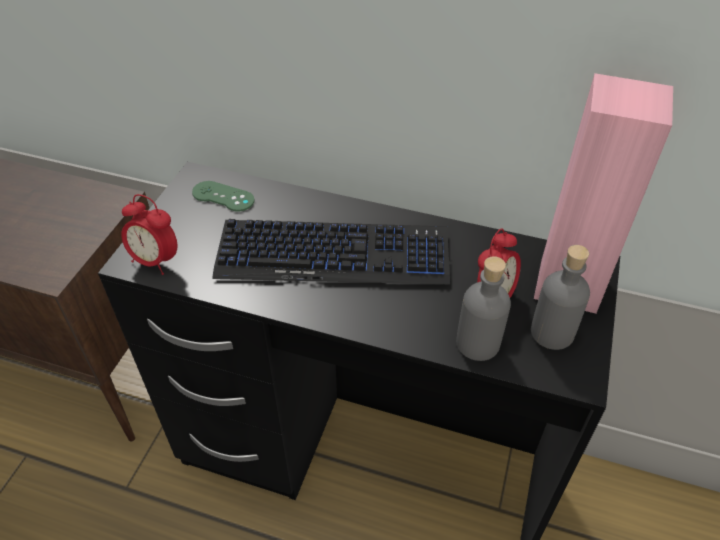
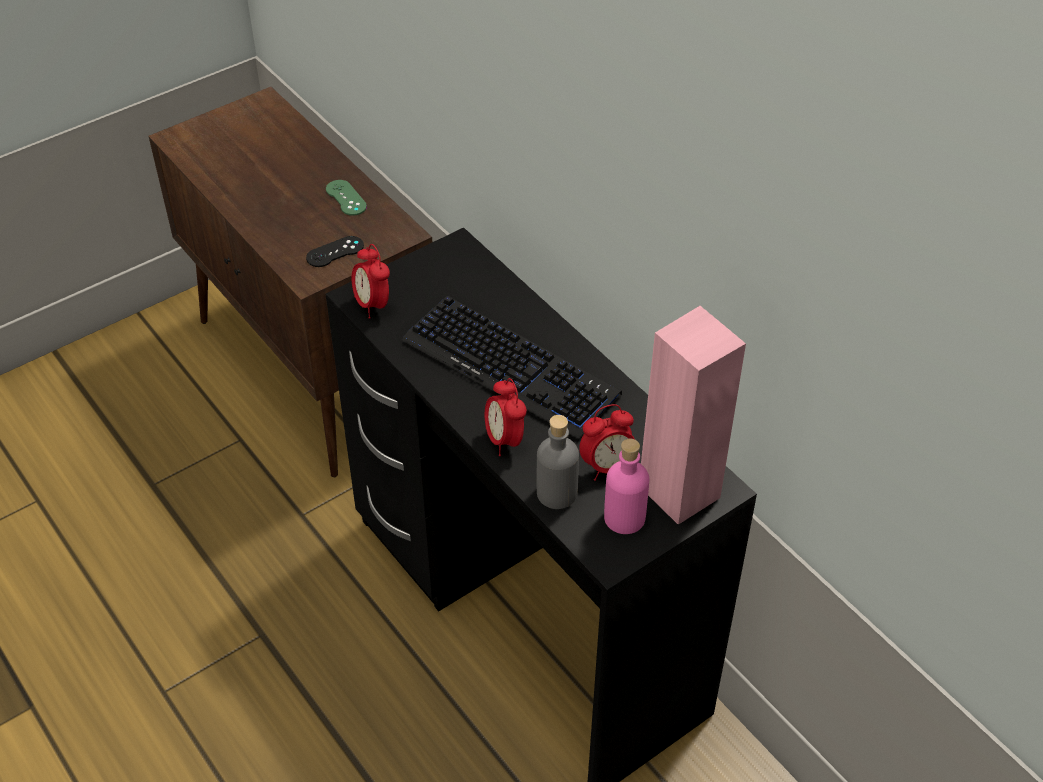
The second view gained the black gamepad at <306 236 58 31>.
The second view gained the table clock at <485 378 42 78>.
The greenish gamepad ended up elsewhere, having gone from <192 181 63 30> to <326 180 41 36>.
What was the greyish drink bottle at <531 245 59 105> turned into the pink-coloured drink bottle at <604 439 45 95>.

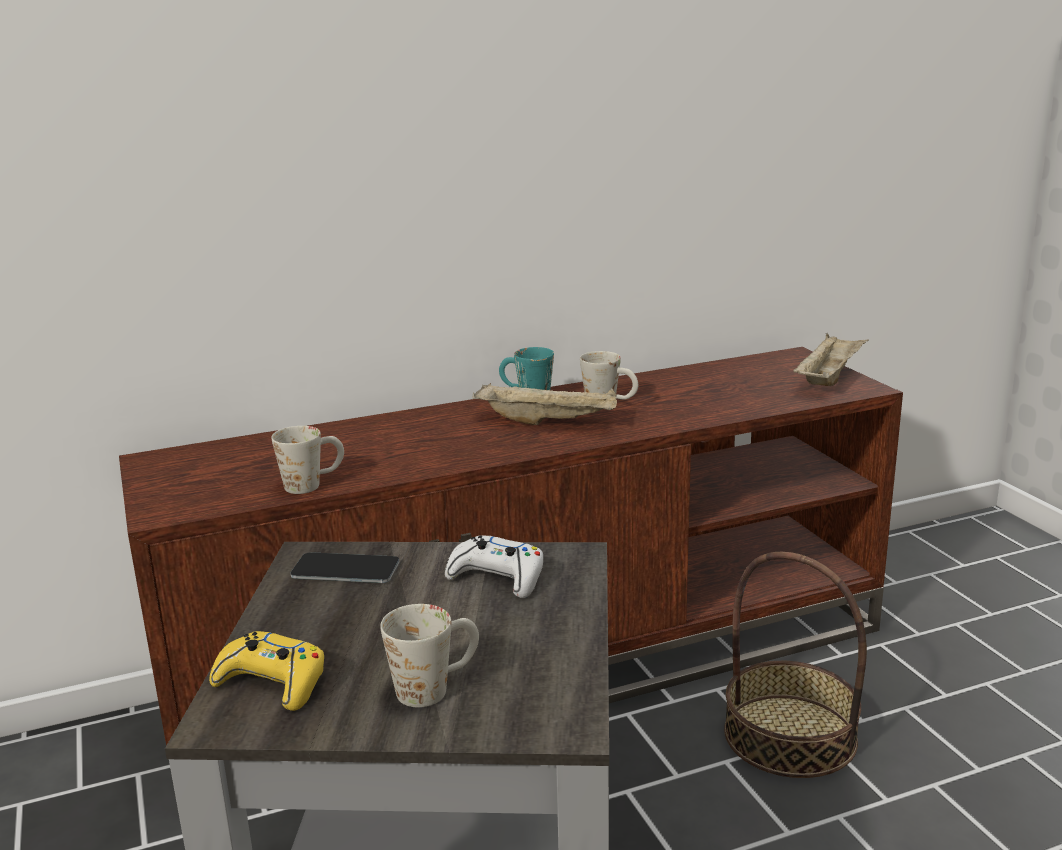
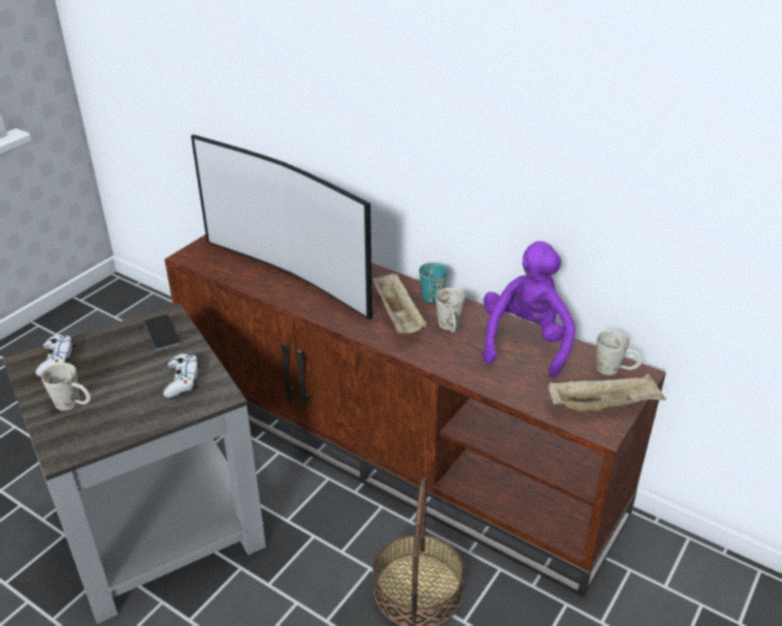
The second view gained the TV at <191 134 181 186>.
The second view gained the purplish plush toy at <483 241 92 137>.
The whitish tea mug ended up elsewhere, having gone from <271 426 73 68> to <596 330 46 45>.
What was the yellow gamepad at <209 631 115 80> turned into the whitish gamepad at <36 335 39 42>.

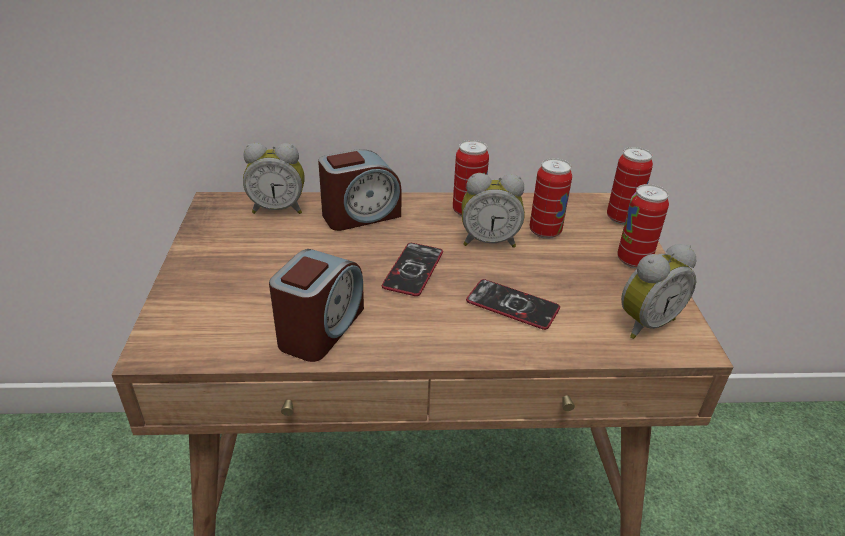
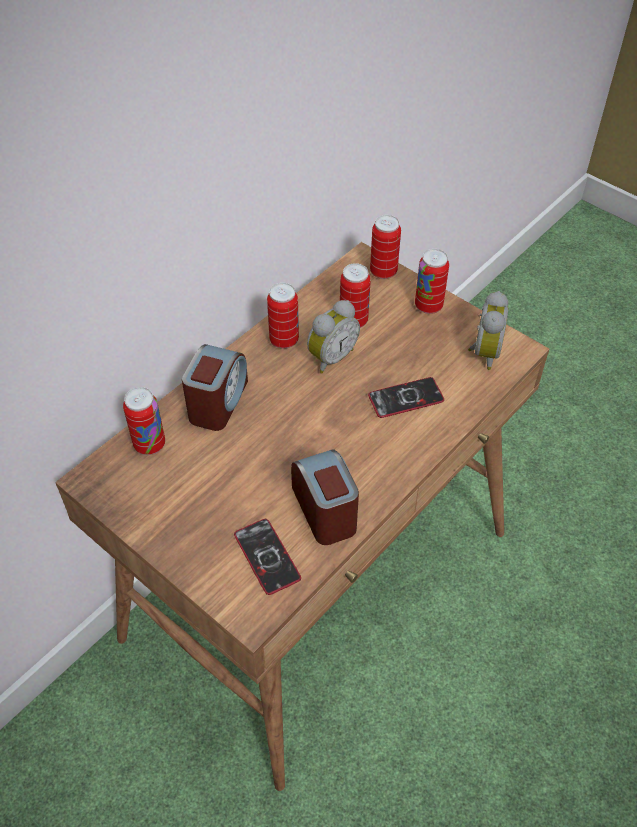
The handset ended up elsewhere, having gone from <382 243 61 53> to <234 519 67 76>.
Where the table clock stood at <243 143 62 71>, the can came to stand at <123 387 42 68>.

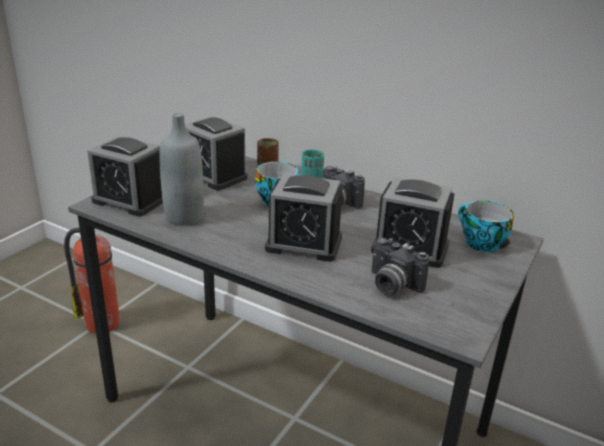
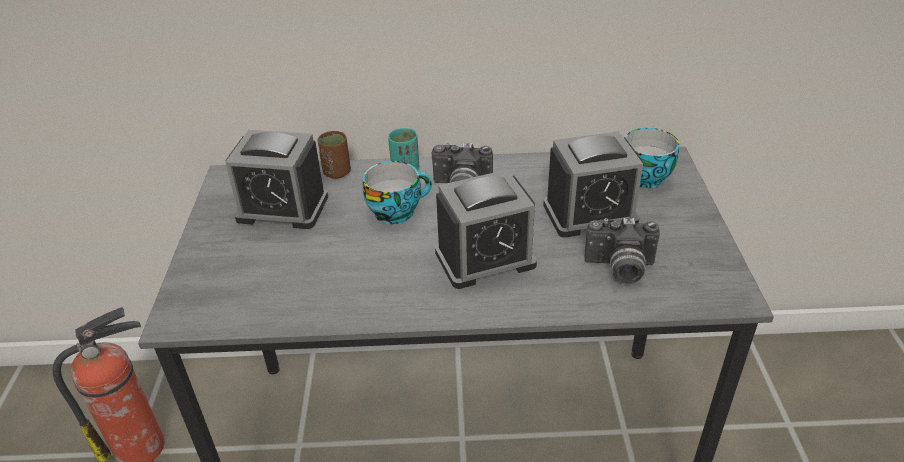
The second view lost the table clock at <87 136 76 80>.
The second view lost the greyish drink bottle at <159 113 45 113>.

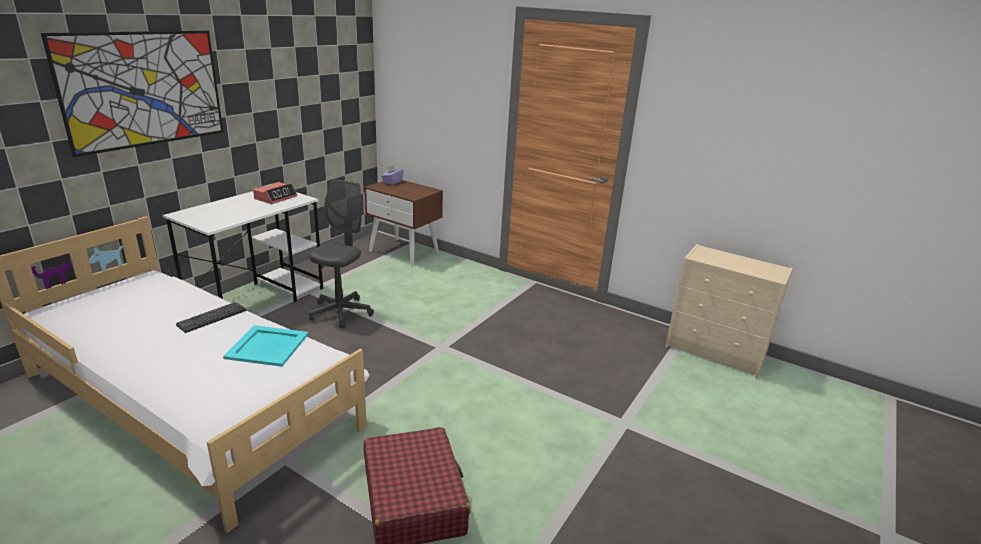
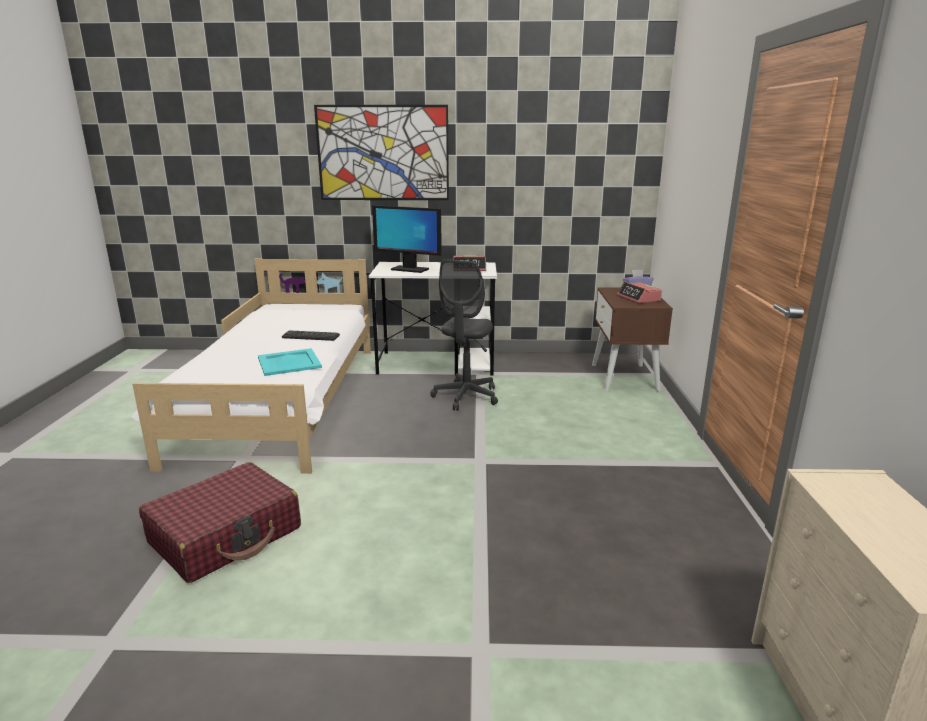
The second view gained the monitor at <372 205 70 68>.
The second view gained the table clock at <617 282 45 21>.
The greyish desk chair at <309 179 65 150> ended up facing another way, 120 degrees clockwise from before.

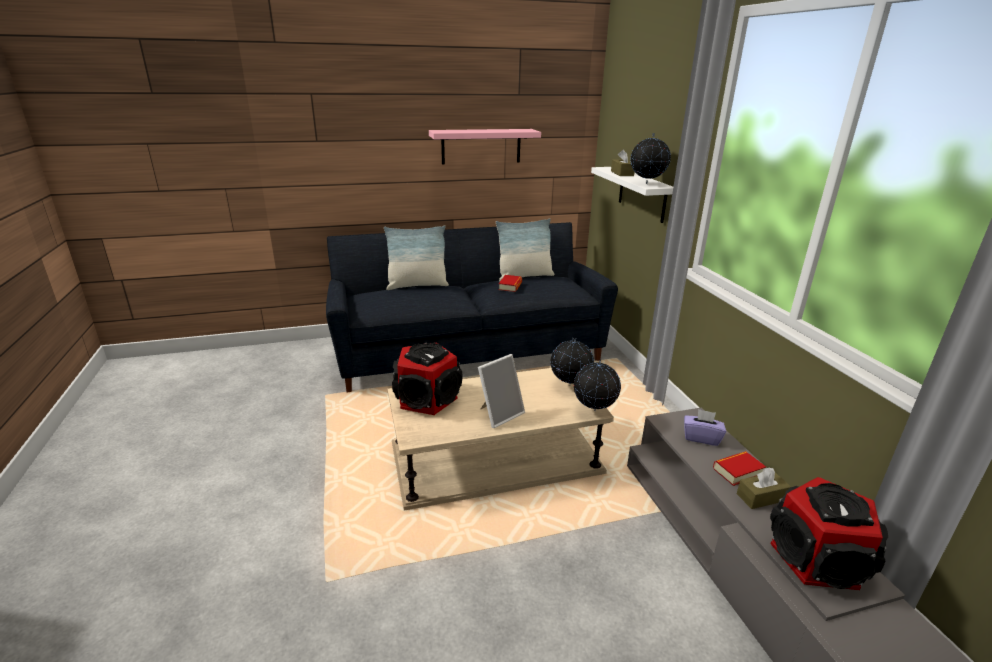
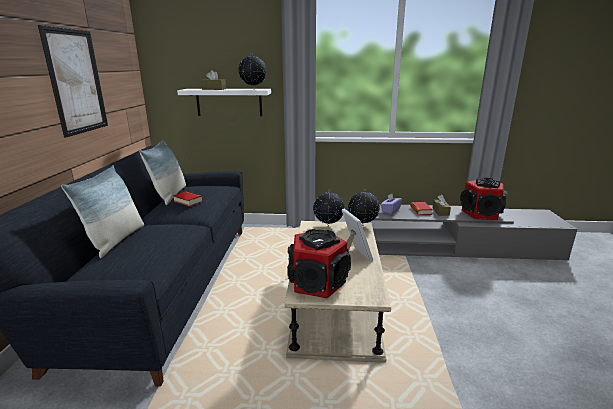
Where the pink-coloured bracket shelf hung at <429 129 112 36>, the wall art came to hang at <38 25 70 112>.

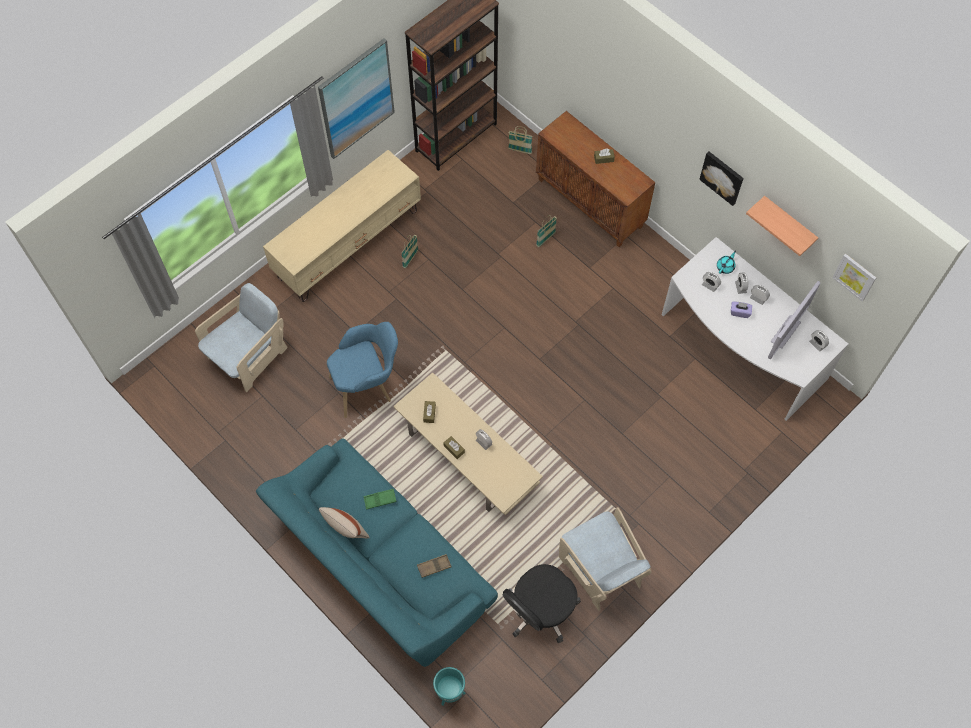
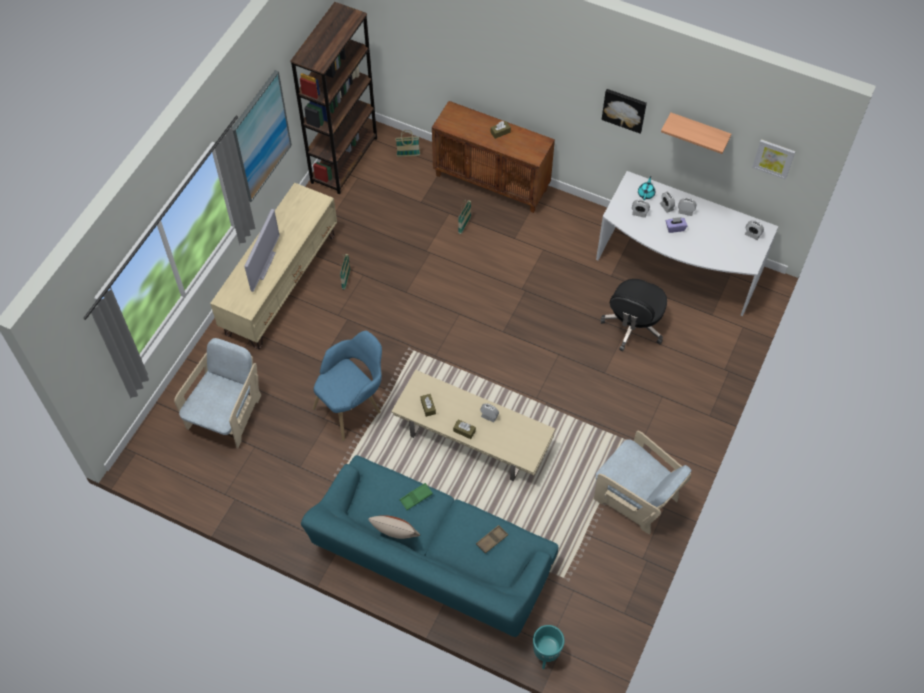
The black desk chair ended up elsewhere, having gone from <502 564 79 79> to <600 279 67 72>.
The TV ended up elsewhere, having gone from <768 281 53 78> to <244 209 36 83>.

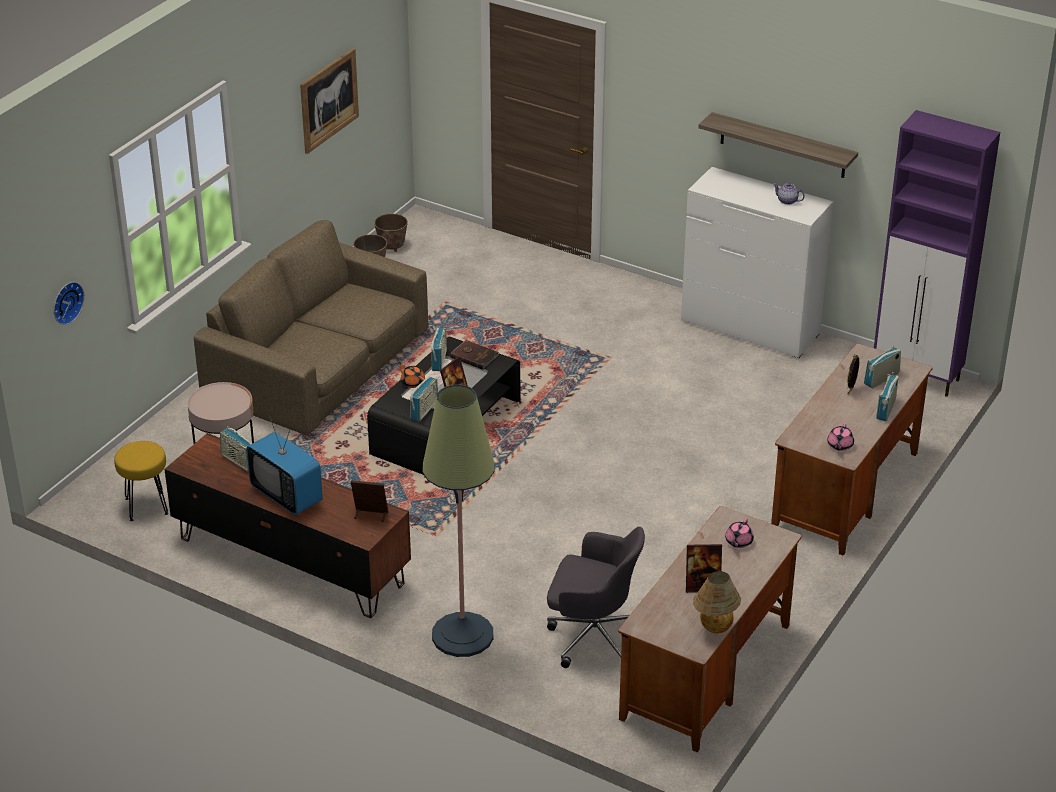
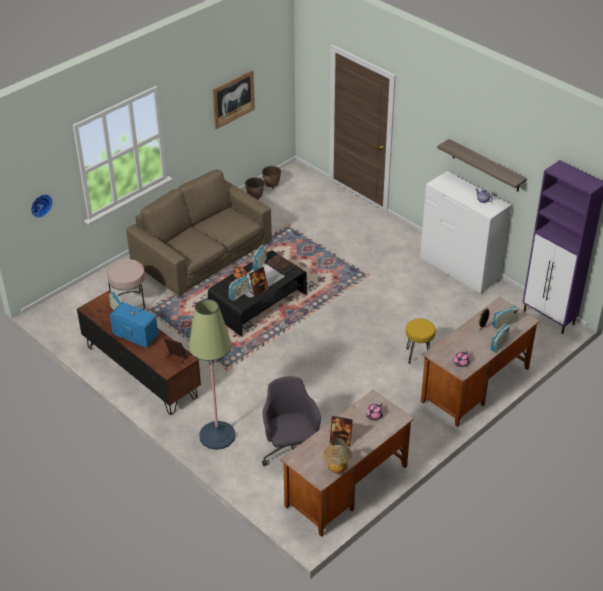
The yellow sitting stool ended up elsewhere, having gone from <114 441 54 80> to <406 319 30 45>.
The TV at <247 415 76 100> ended up facing another way, 150 degrees clockwise from before.
The greyish desk chair at <547 527 98 141> ended up facing another way, 135 degrees counterclockwise from before.

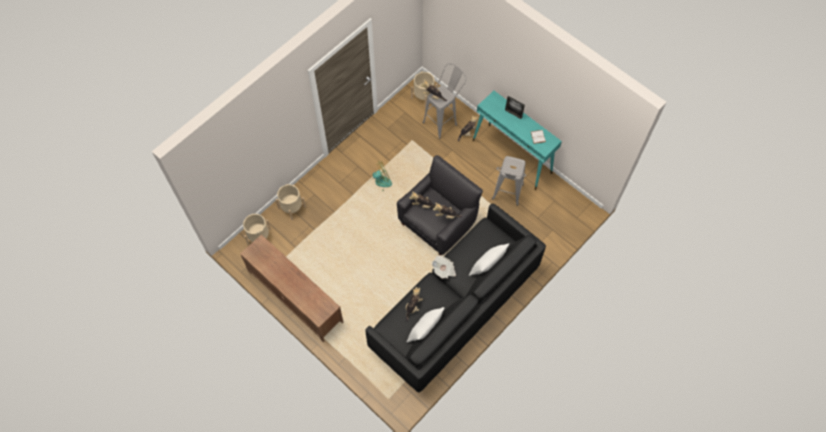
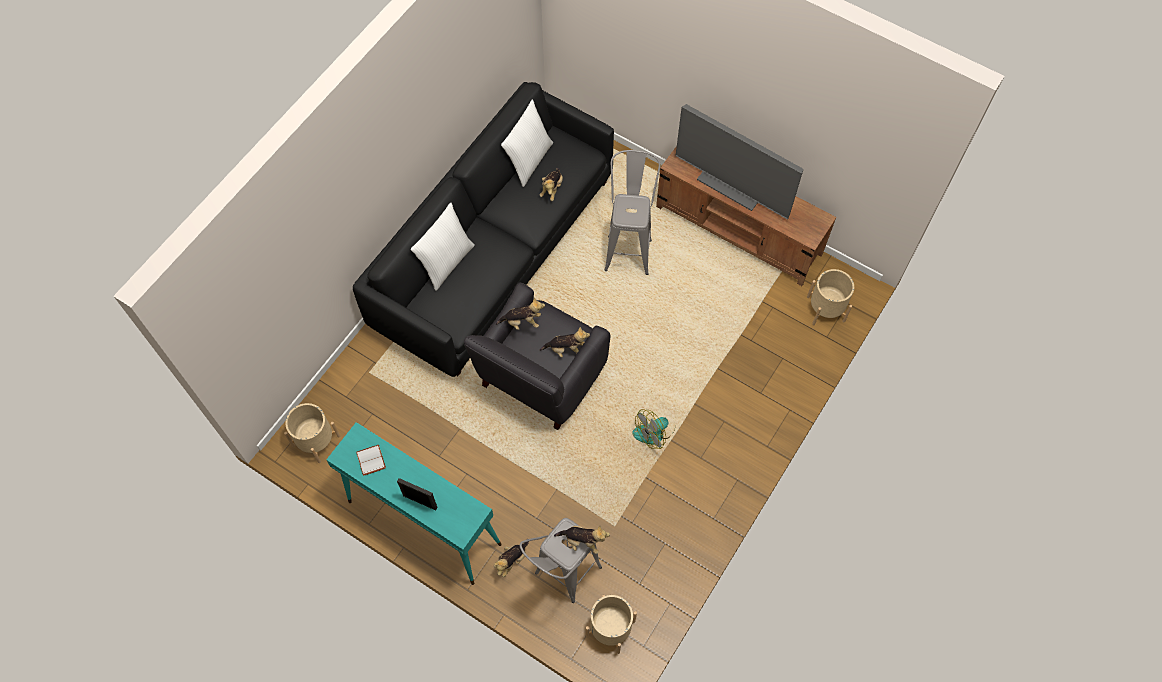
The second view lost the daily paper at <432 255 24 24>.
The second view gained the TV at <676 104 128 116>.
The beige-coloured plant pot ended up elsewhere, having gone from <276 184 30 36> to <284 403 56 60>.
The greyish sitting stool ended up elsewhere, having gone from <492 156 34 50> to <605 150 56 125>.

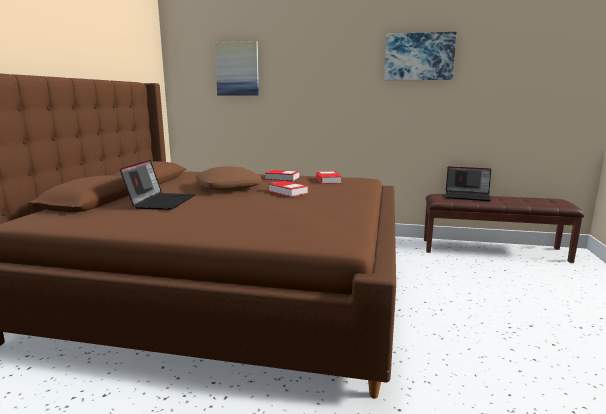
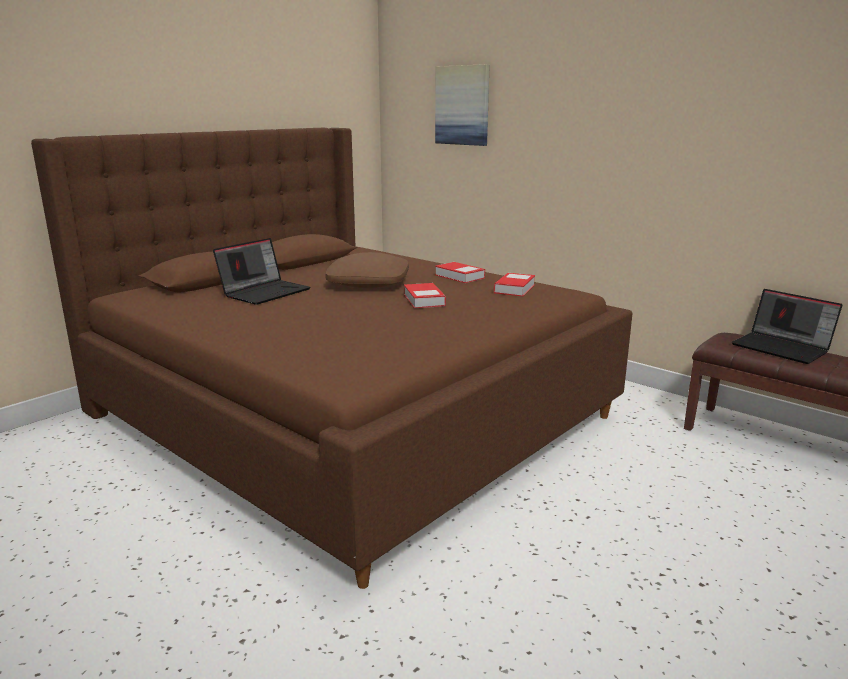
The second view lost the wall art at <384 32 73 48>.

